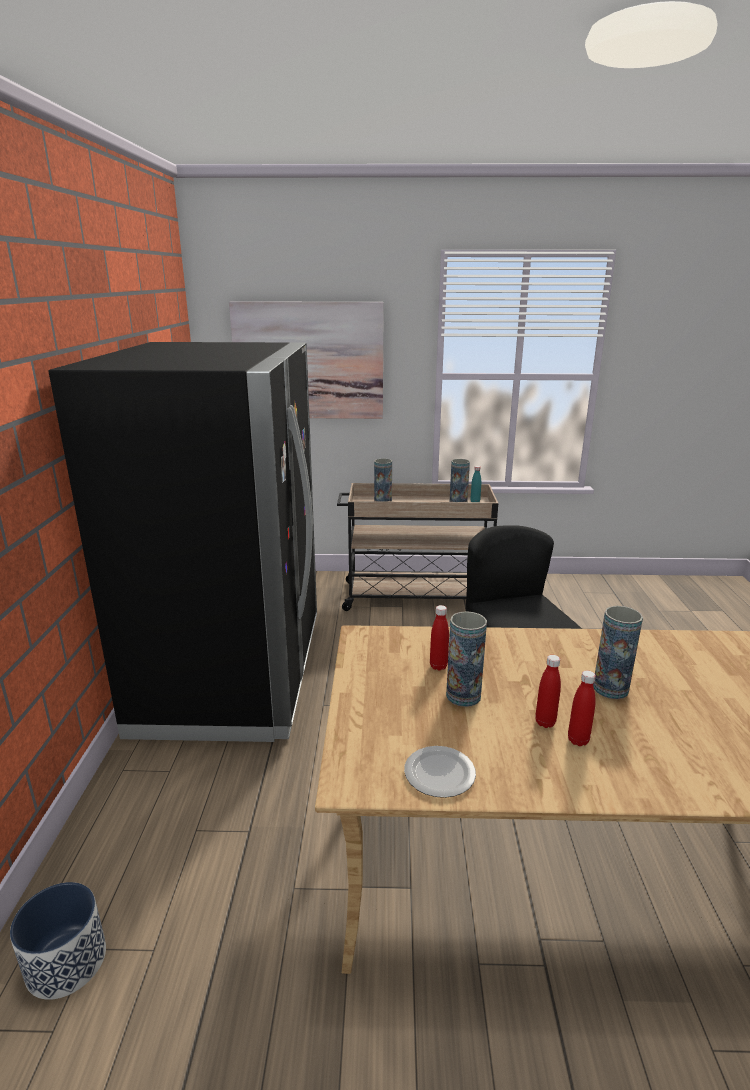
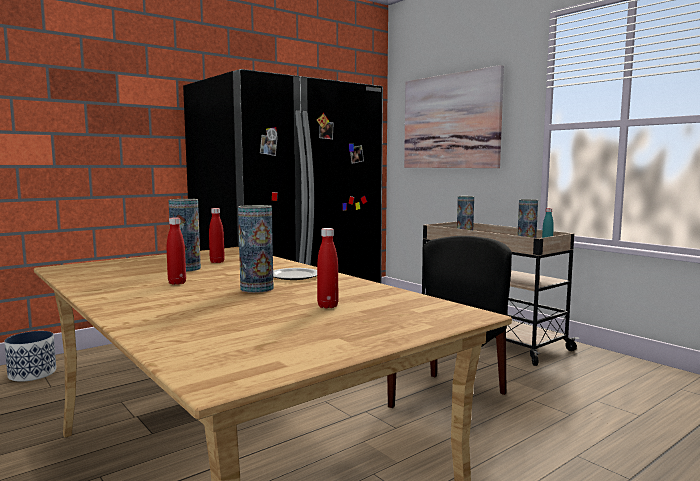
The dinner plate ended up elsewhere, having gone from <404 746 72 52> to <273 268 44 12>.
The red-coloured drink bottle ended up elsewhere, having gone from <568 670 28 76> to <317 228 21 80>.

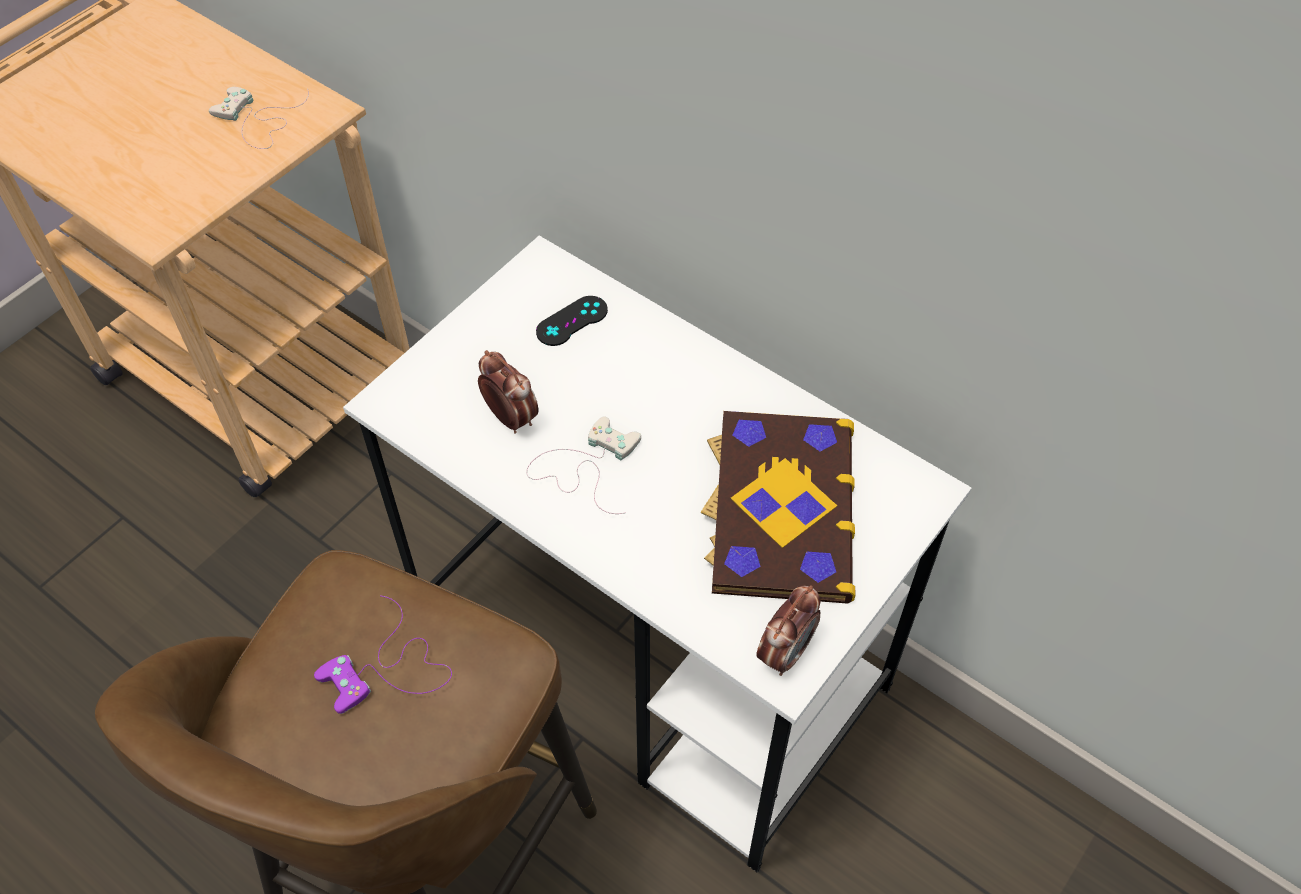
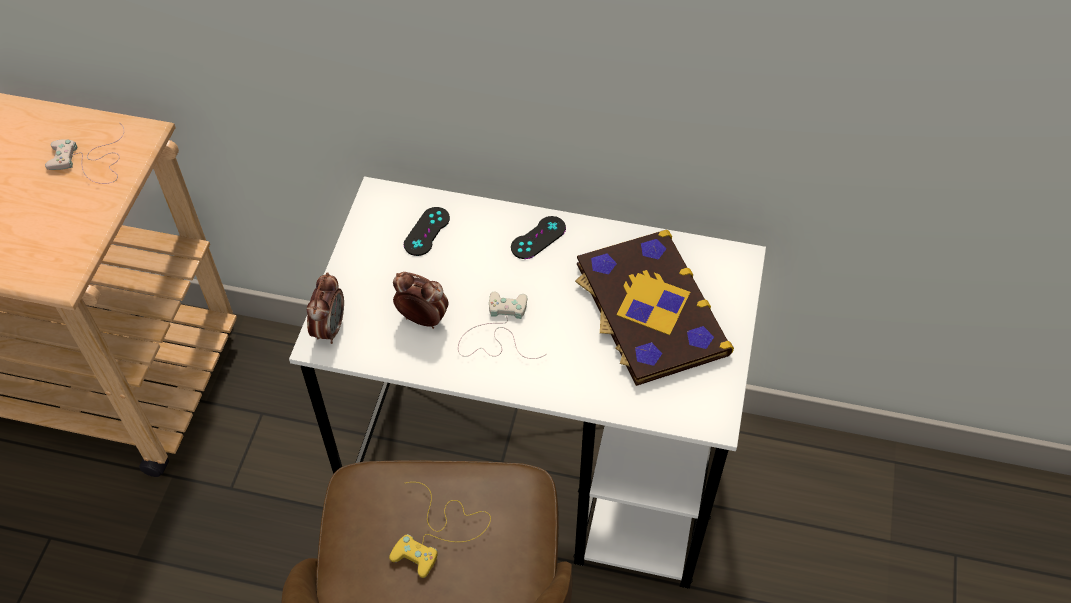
The second view gained the black gamepad at <511 216 55 43>.
The table clock ended up elsewhere, having gone from <756 585 64 91> to <307 272 37 72>.
What was the purplish gamepad at <314 595 138 119> turned into the yellow gamepad at <389 482 102 96>.

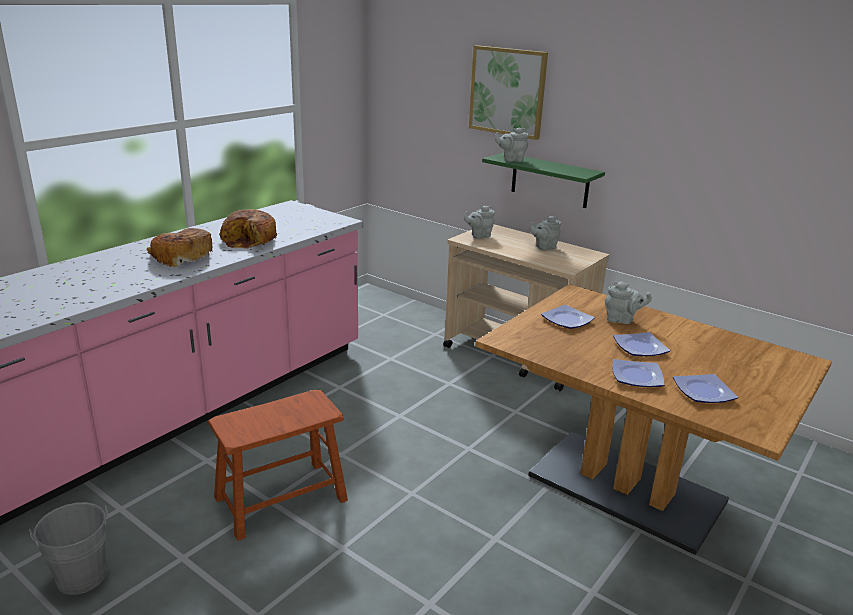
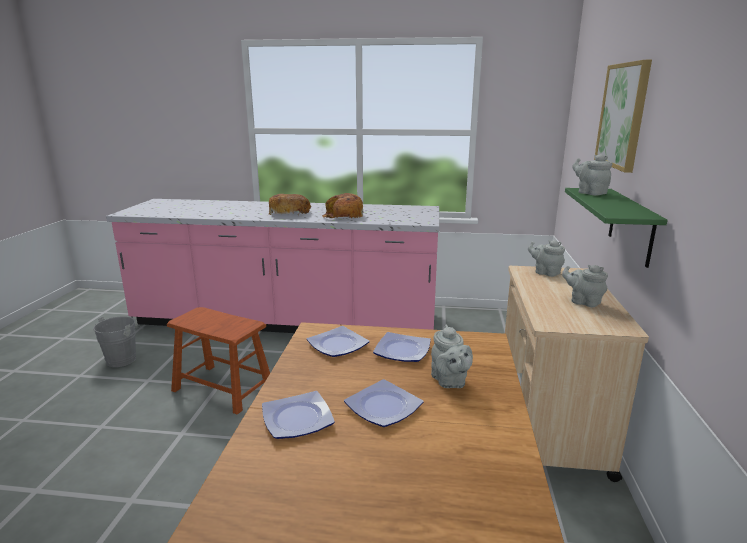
The dinner plate ended up elsewhere, having gone from <673 374 65 29> to <306 326 64 31>.

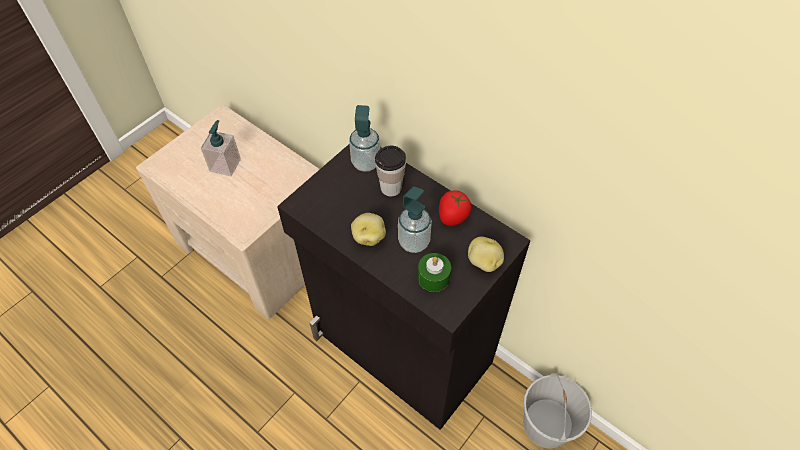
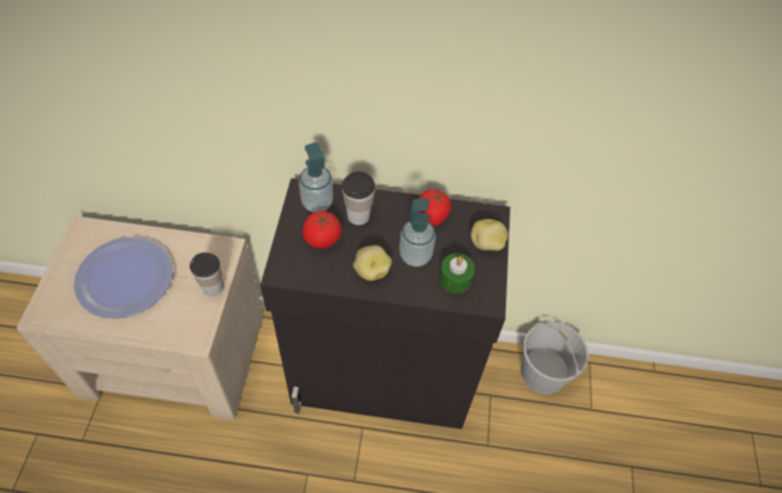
The second view gained the cup at <190 252 33 45>.
The second view gained the tomato at <302 211 40 38>.
Where the liquid soap bottle stood at <201 120 40 56>, the dinner plate came to stand at <74 237 99 82>.

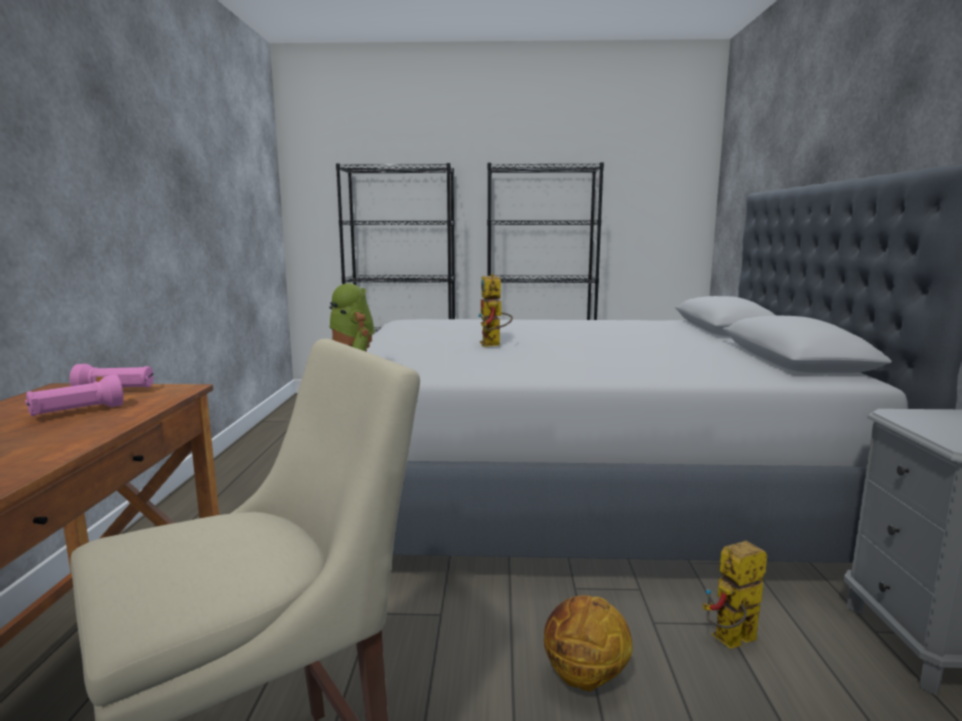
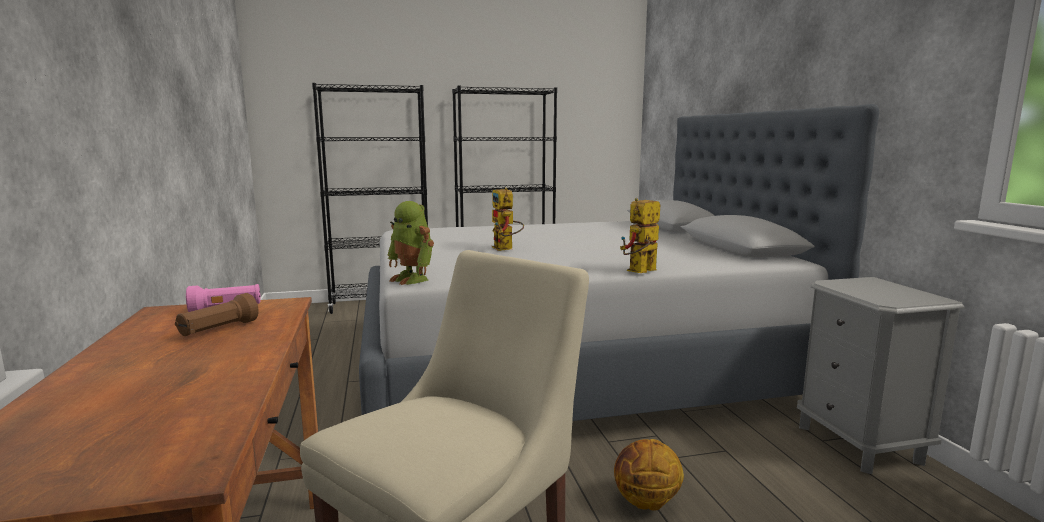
The robot figure ended up elsewhere, having gone from <703 541 64 108> to <620 198 40 75>.
What was the pink-coloured flashlight at <25 375 99 41> turned into the brownish flashlight at <175 293 84 43>.

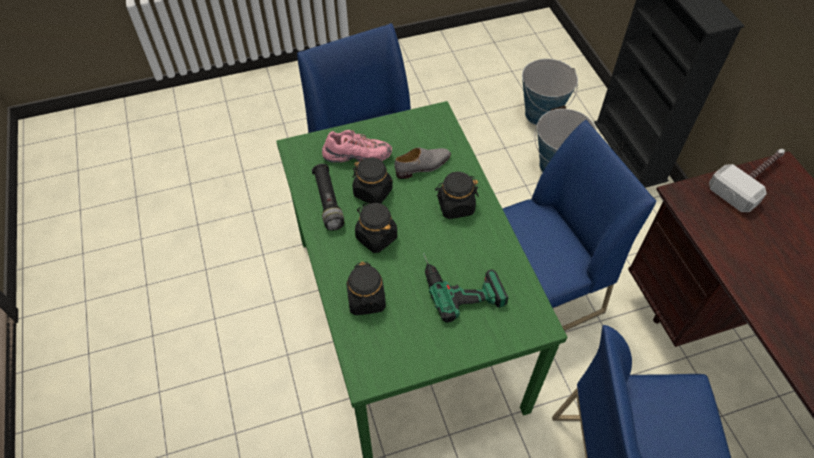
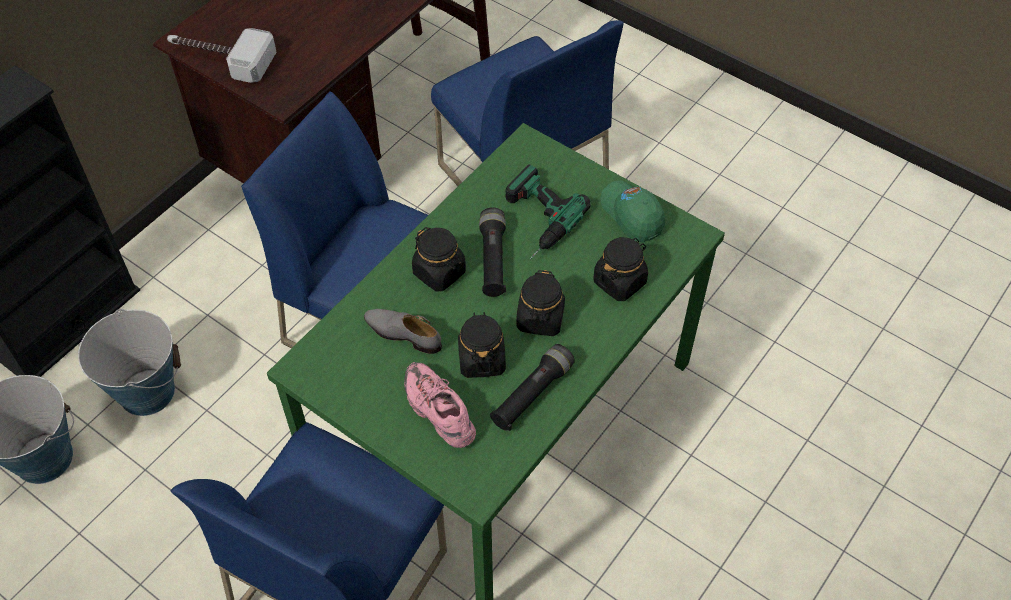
The second view gained the black flashlight at <479 207 27 90>.
The second view gained the greenish baseball cap at <600 181 65 62>.

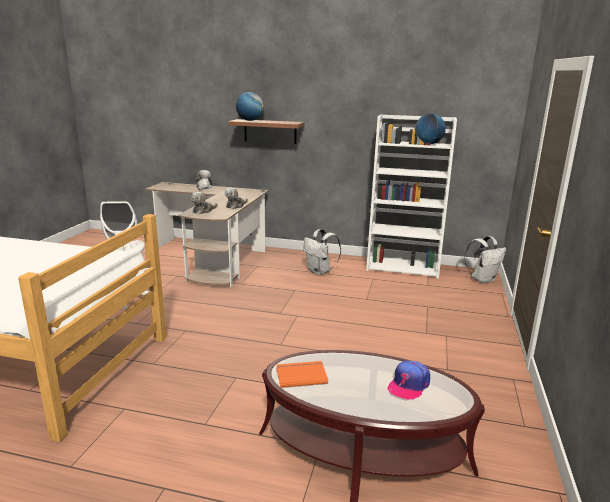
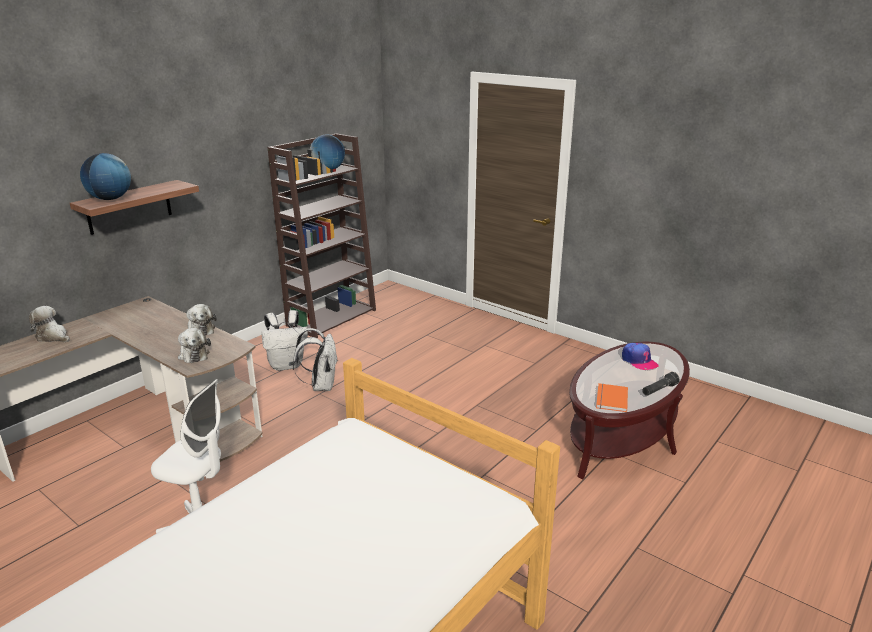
The second view gained the black flashlight at <642 372 38 24>.
The whitish knapsack ended up elsewhere, having gone from <464 236 42 48> to <293 328 44 63>.
What was the whitish bookshelf at <366 115 91 164> turned into the brownish bookshelf at <268 133 108 205>.

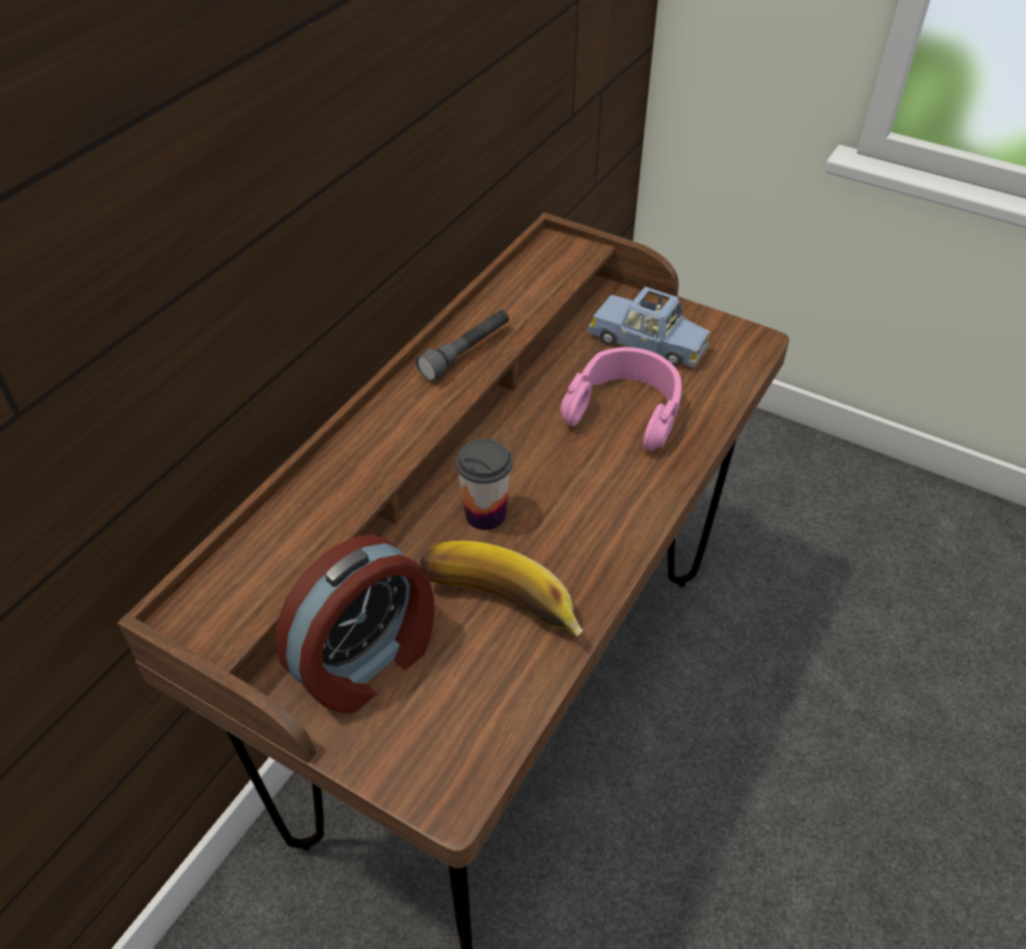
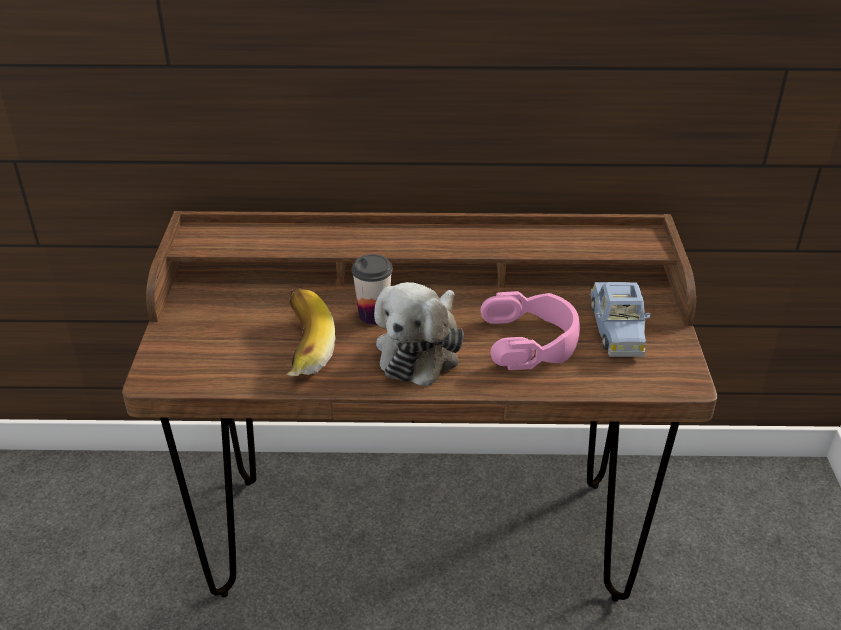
The second view lost the table clock at <275 534 159 179>.
The second view lost the greyish flashlight at <416 310 93 71>.
The second view gained the plush toy at <374 282 90 105>.

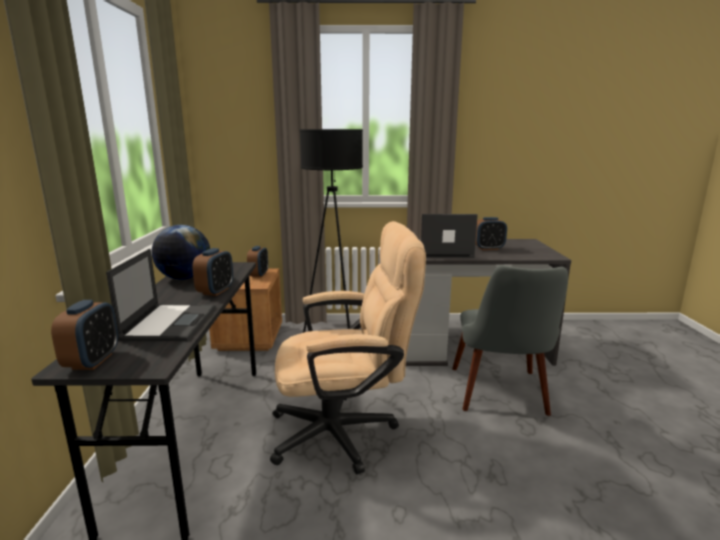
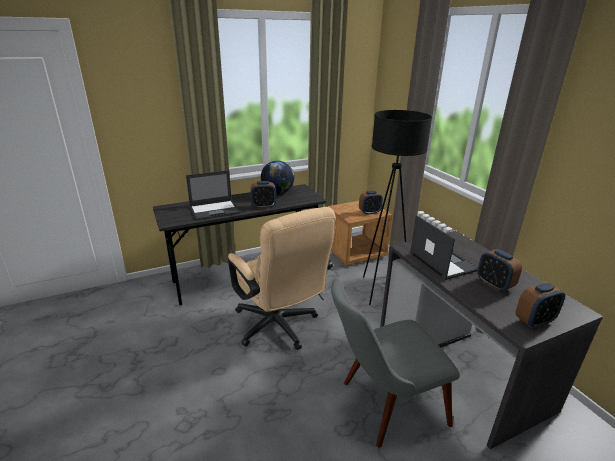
The table clock ended up elsewhere, having gone from <51 300 67 70> to <515 282 50 46>.

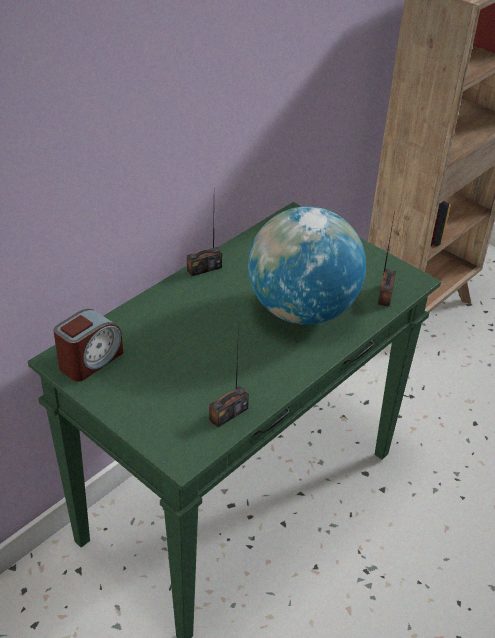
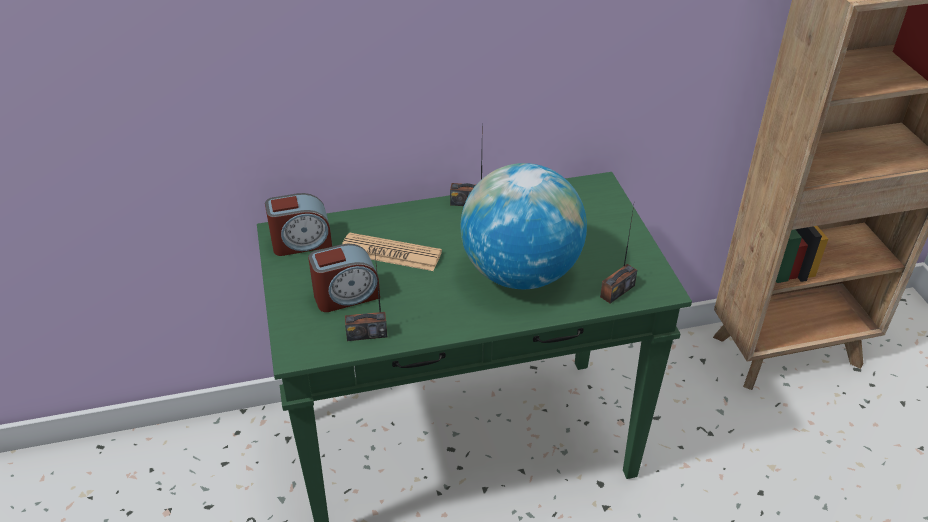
The second view gained the table clock at <308 244 72 68>.
The second view gained the daily paper at <342 232 100 39>.

